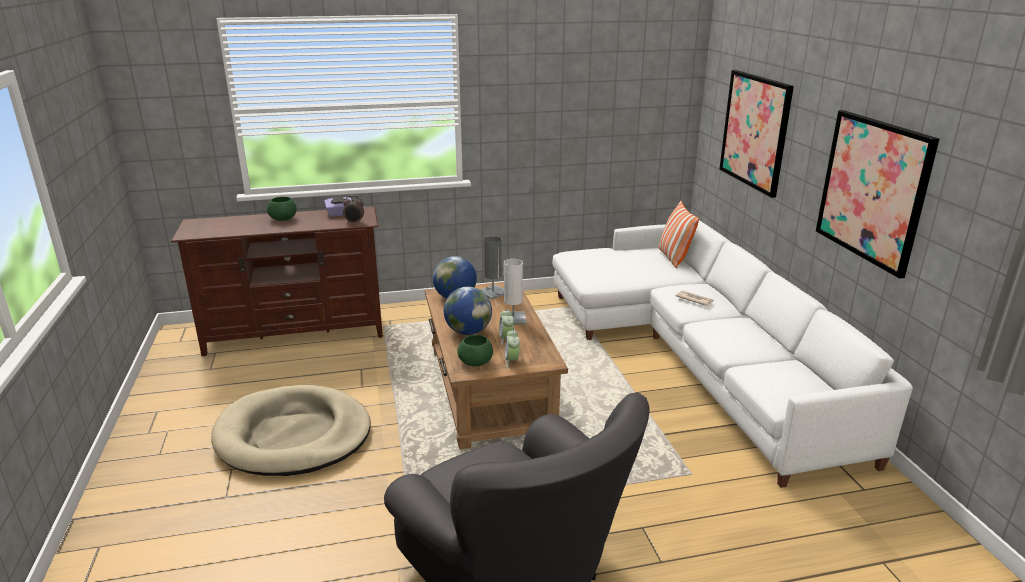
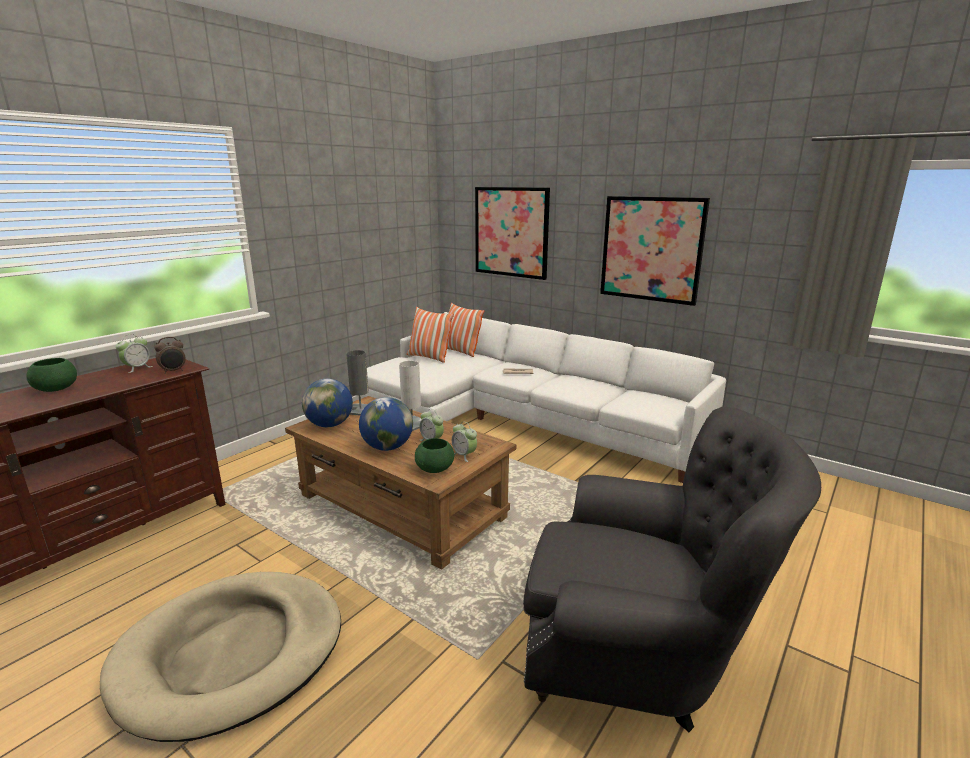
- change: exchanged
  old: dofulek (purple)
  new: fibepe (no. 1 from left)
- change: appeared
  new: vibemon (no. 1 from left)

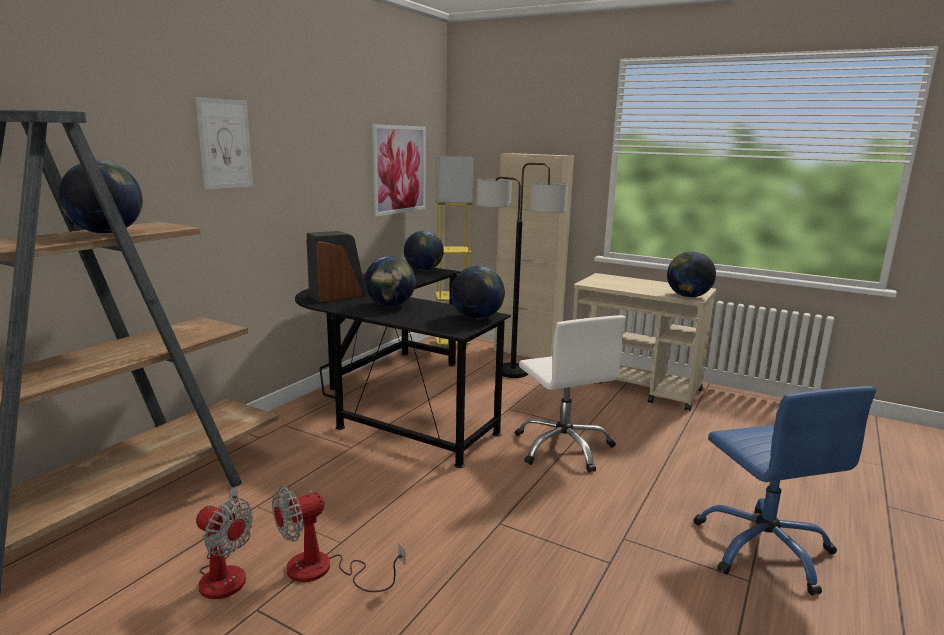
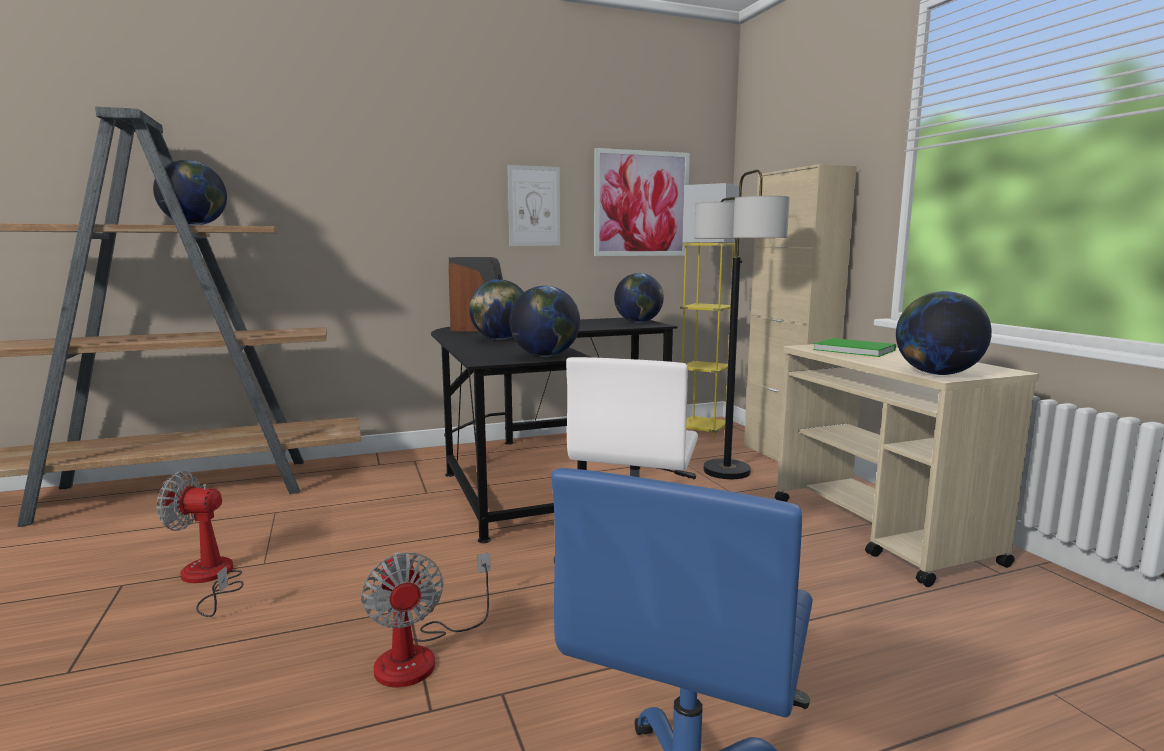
- change: relocated
  old: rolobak (no. 1 from left in the first image)
  new: rolobak (no. 2 from left)
- change: relocated
  old: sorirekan (no. 1 from left)
- change: appeared
  new: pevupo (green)

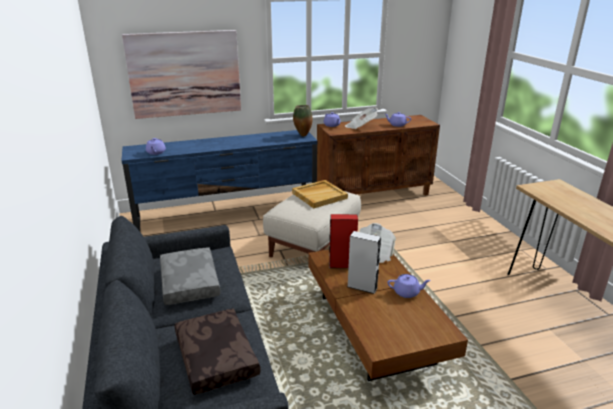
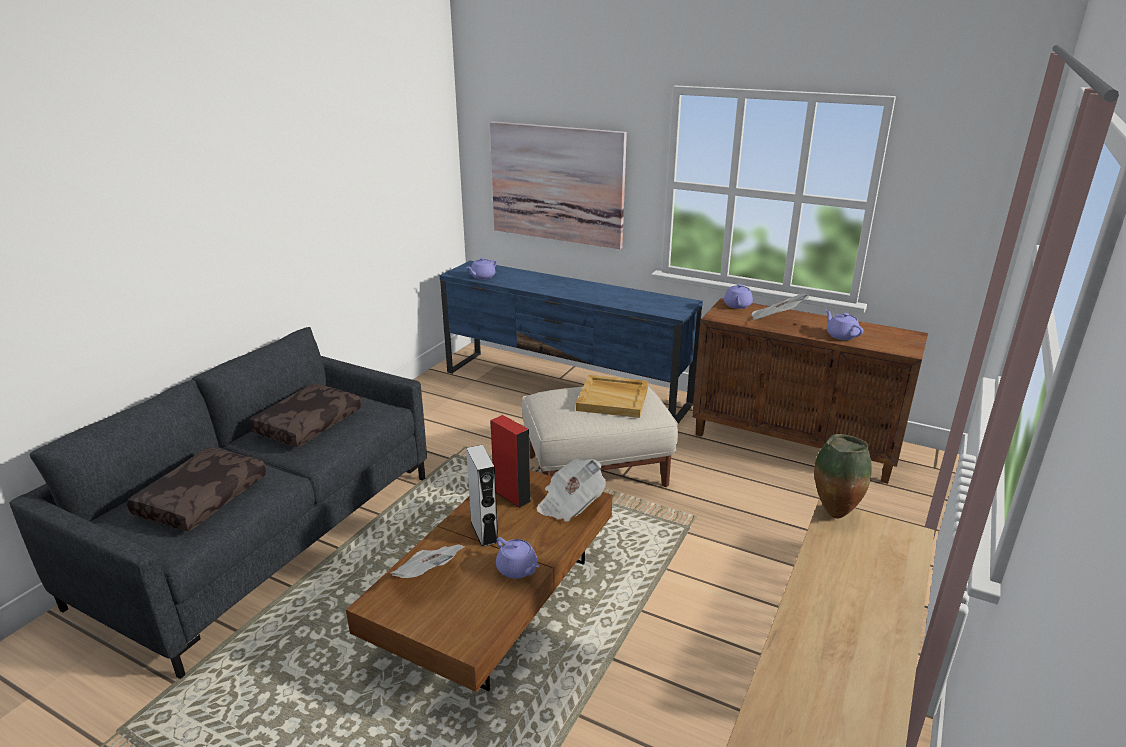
- change: colour
  old: vibemon (grey)
  new: vibemon (brown) (no. 2 from left)
- change: appeared
  new: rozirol (no. 1 from left)
- change: relocated
  old: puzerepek

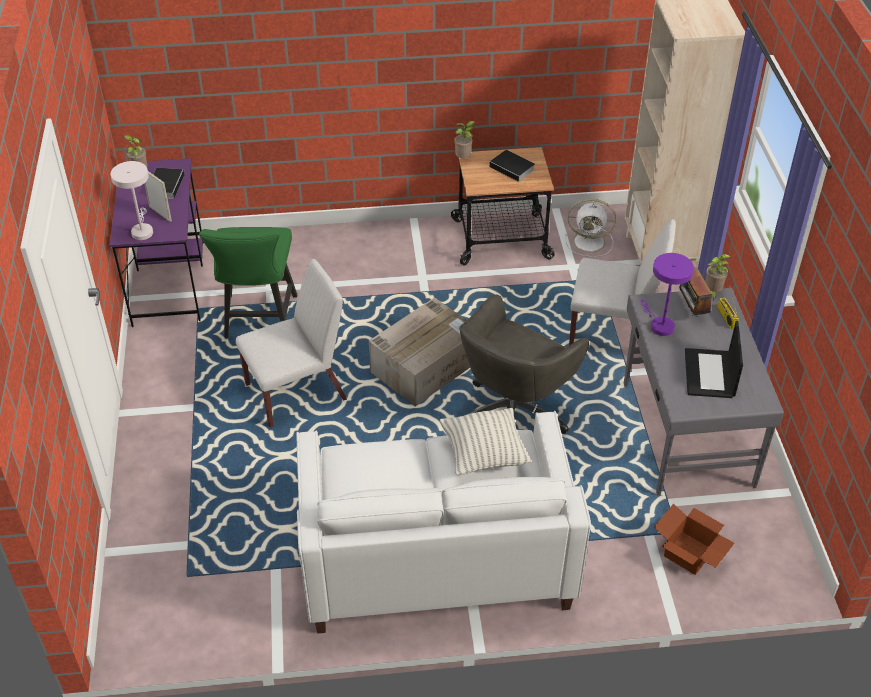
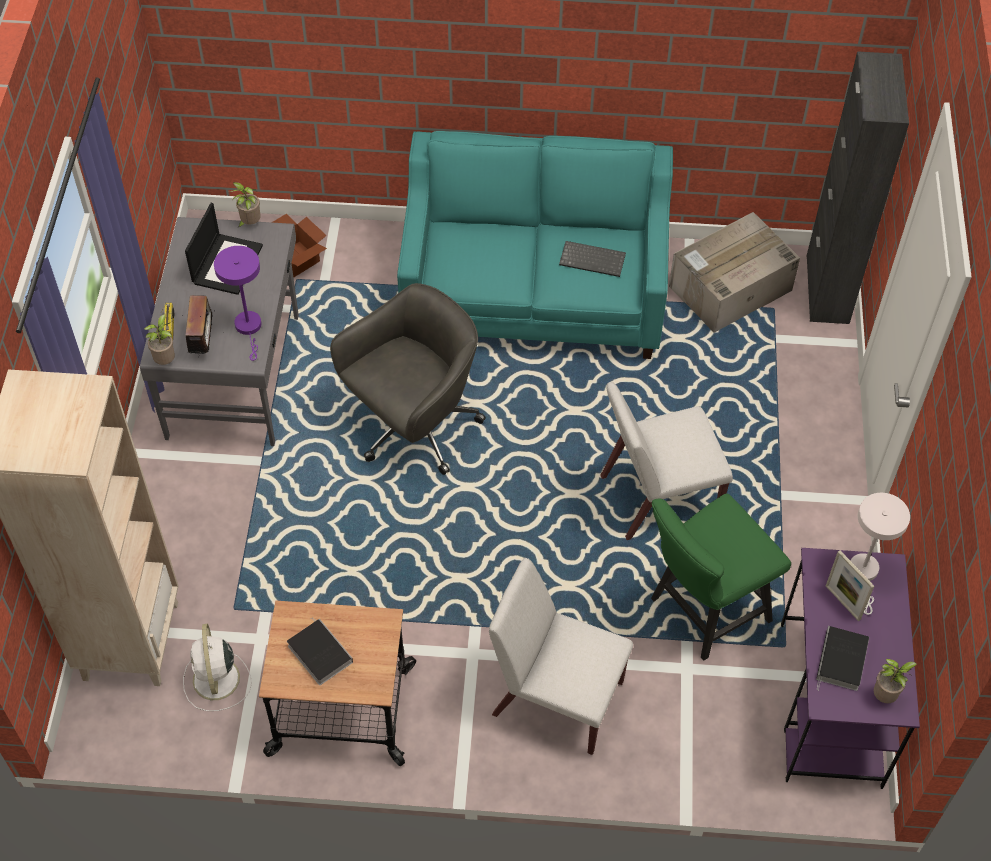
- change: spun
  old: rolobak (white)
  degrees: -120
- change: relocated
  old: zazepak (no. 2 from left)
- change: colour
  old: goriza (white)
  new: goriza (turquoise)
- change: relocated
  old: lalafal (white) (no. 2 from left in the first image)
  new: lalafal (white) (no. 1 from left)
- change: appeared
  new: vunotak
- change: spun
  old: lalafal (green)
  degrees: -135
- change: relocated
  old: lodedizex (no. 1 from left in the first image)
  new: lodedizex (no. 2 from left)
- change: appeared
  new: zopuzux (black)
- change: missing
  old: vibemon

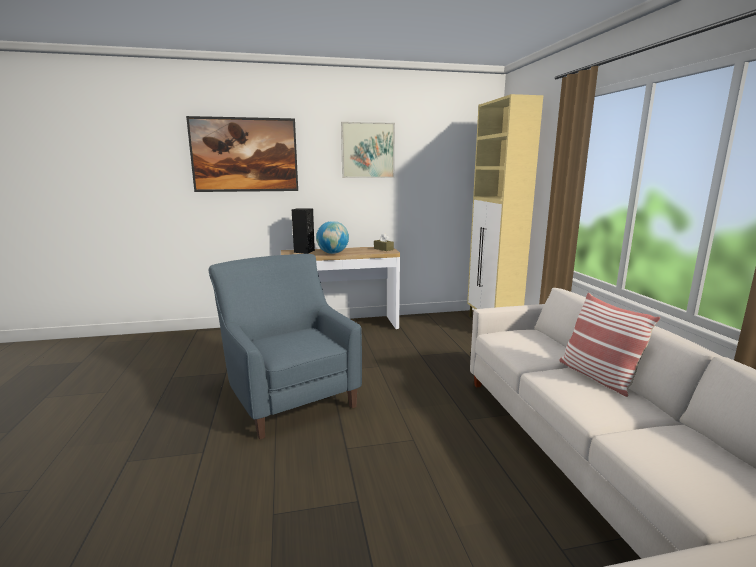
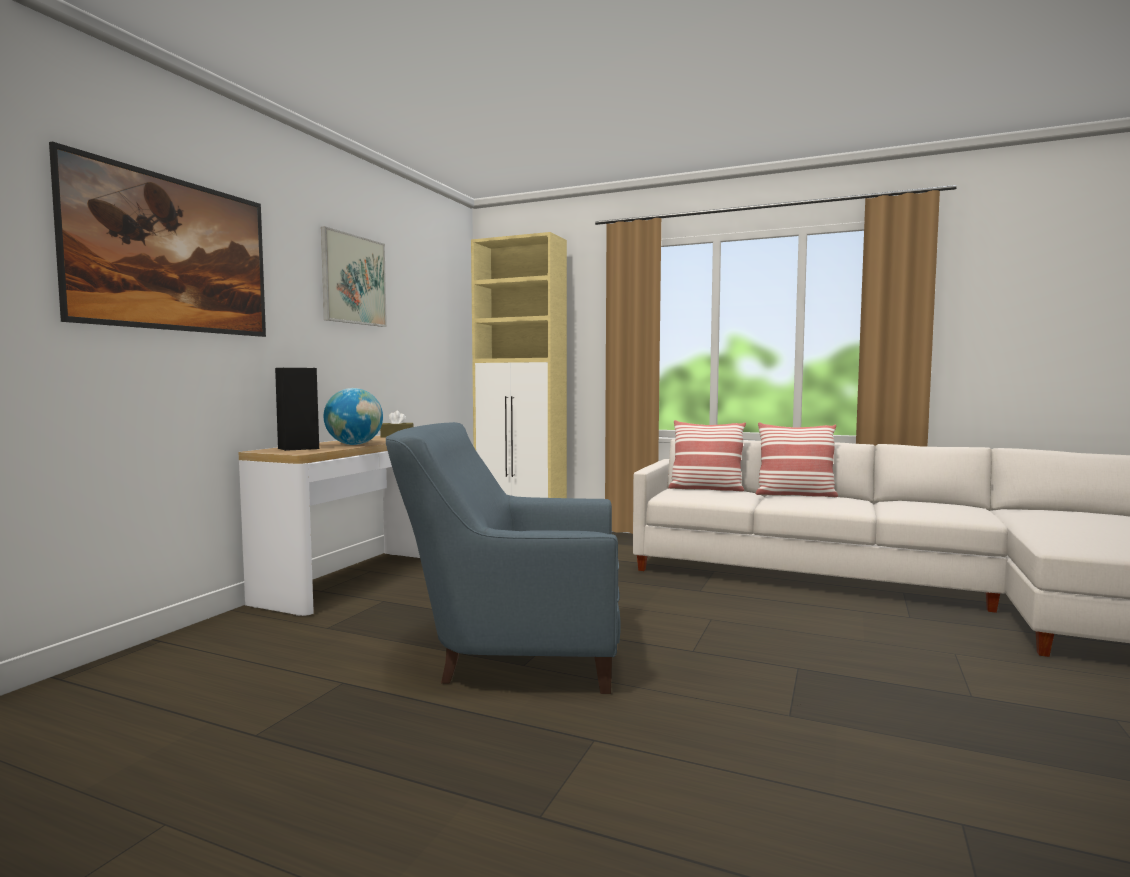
- change: appeared
  new: vibemon (no. 1 from left)

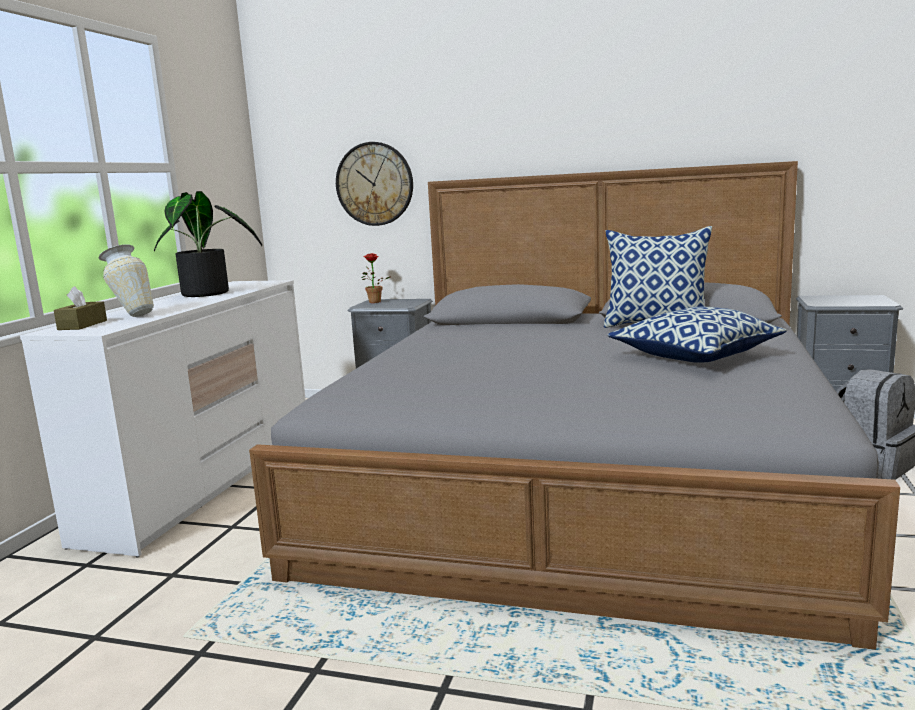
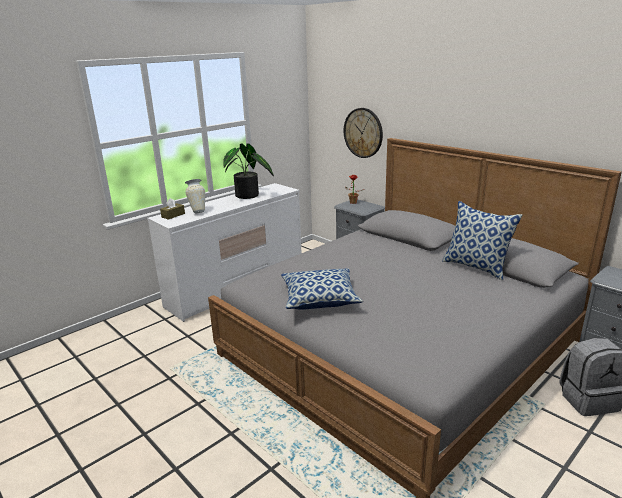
- change: relocated
  old: vibemon (no. 2 from left in the first image)
  new: vibemon (no. 1 from left)

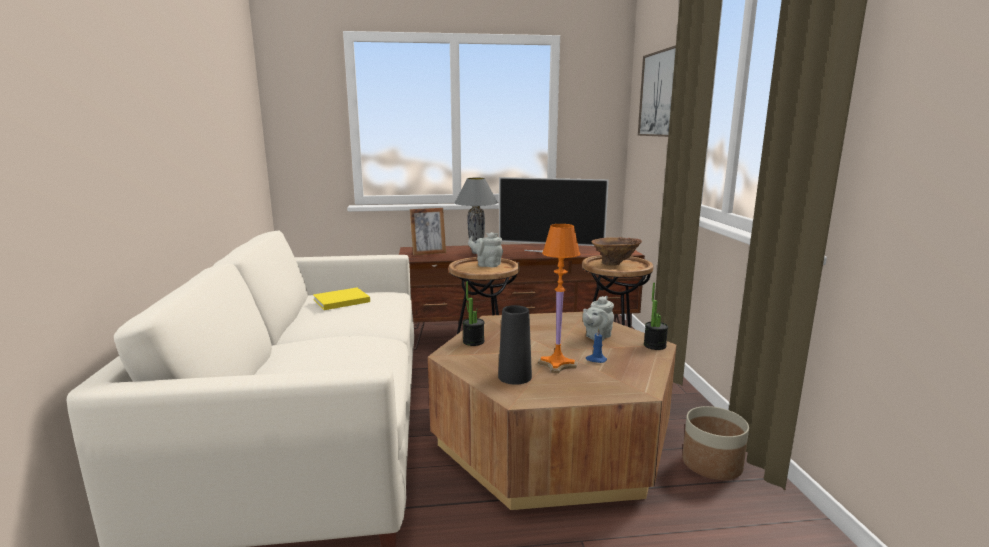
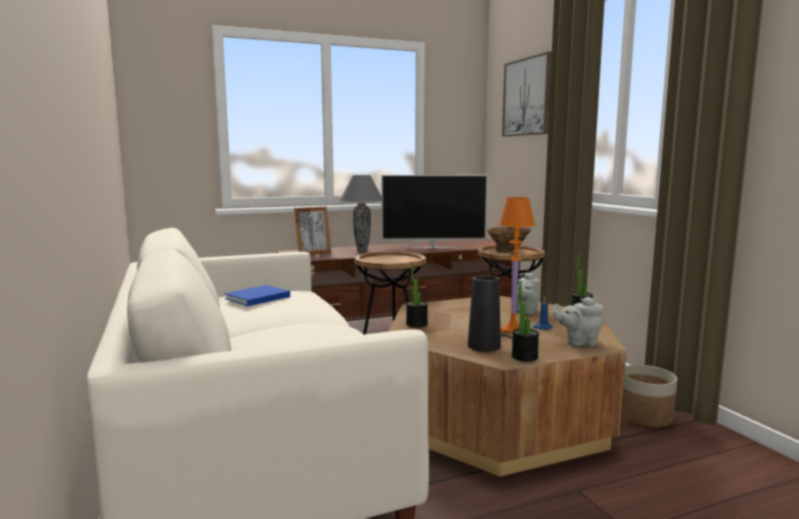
- change: colour
  old: pevupo (yellow)
  new: pevupo (blue)
- change: appeared
  new: zazepak (no. 2 from left)
- change: relocated
  old: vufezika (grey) (no. 1 from left in the first image)
  new: vufezika (grey) (no. 2 from left)

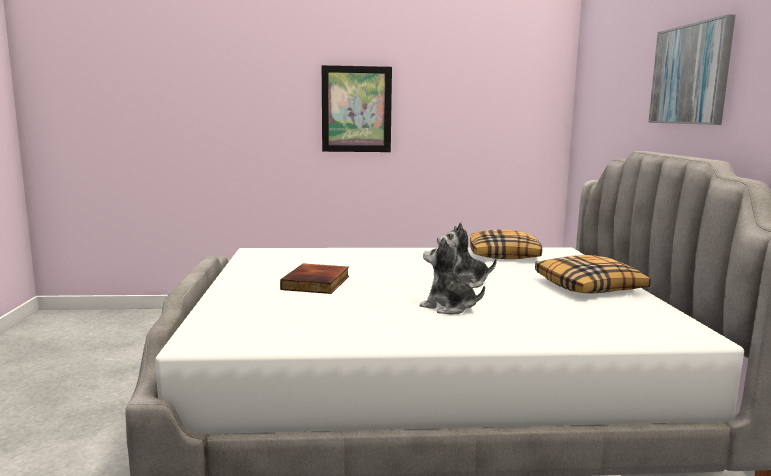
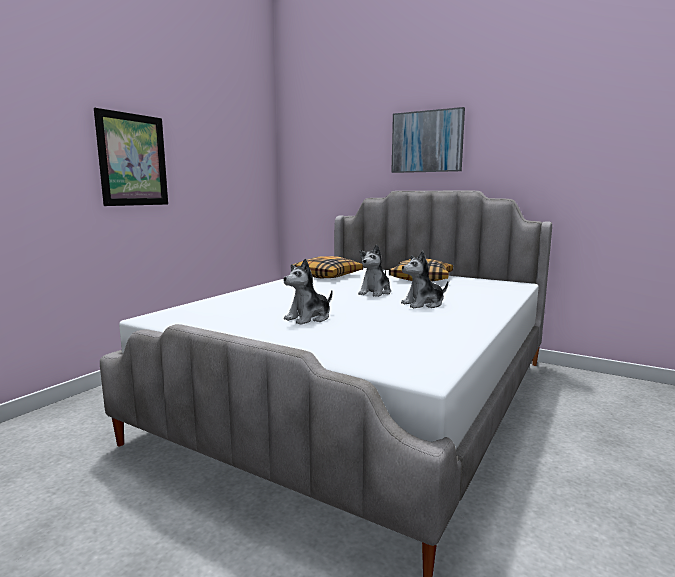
- change: exchanged
  old: pevupo
  new: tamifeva (no. 1 from left)

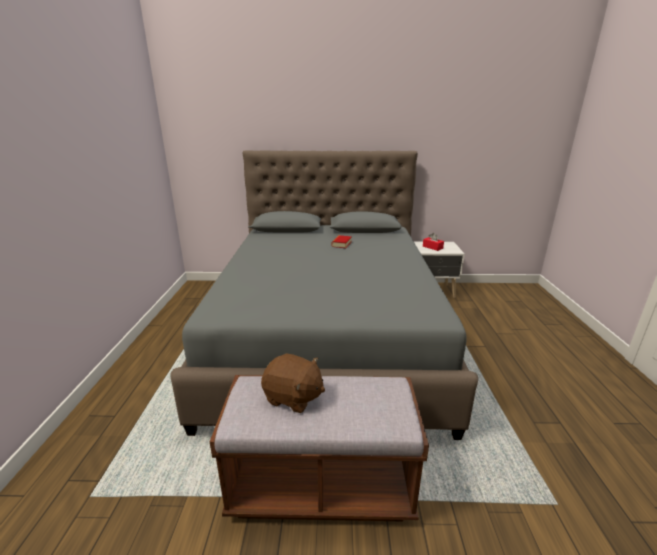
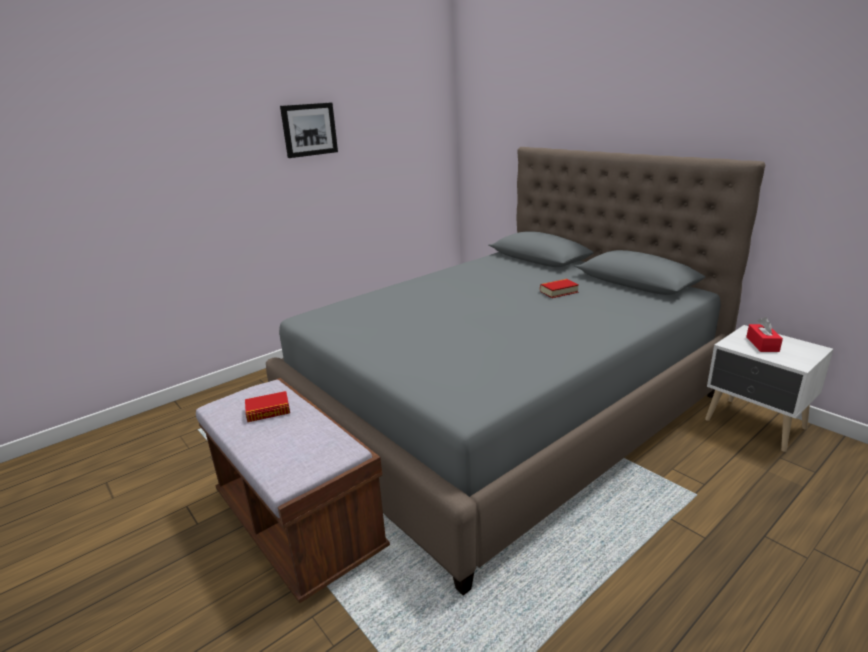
- change: exchanged
  old: tamifeva (brown)
  new: pevupo (no. 1 from left)
- change: appeared
  new: sorirekan

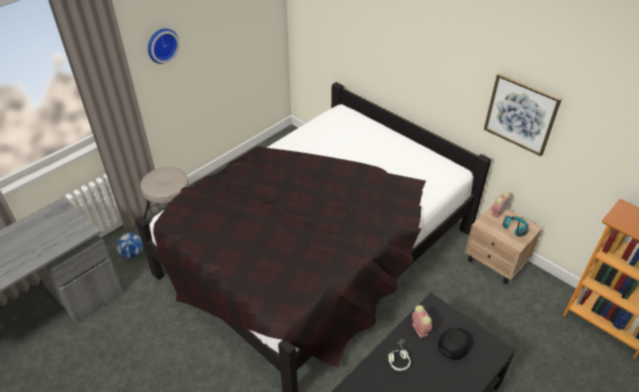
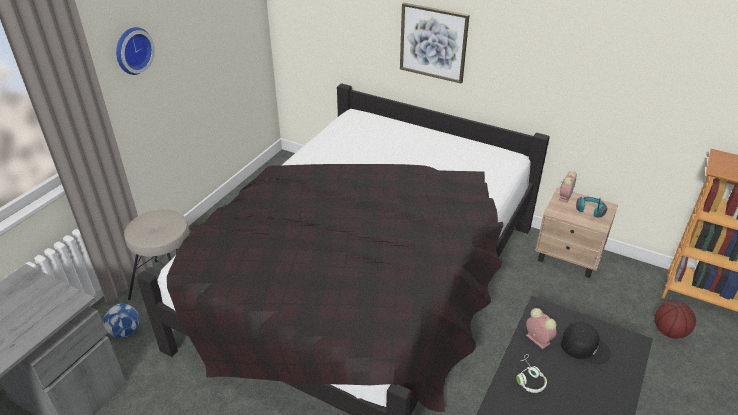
- change: relocated
  old: sorirekan
- change: spun
  old: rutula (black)
  degrees: 90
- change: appeared
  new: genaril

